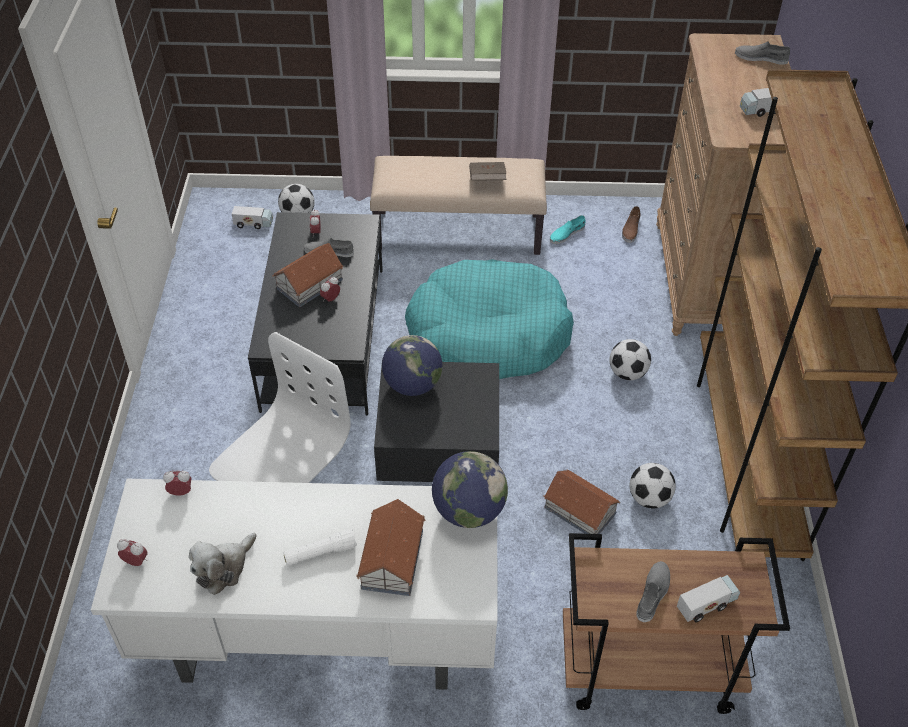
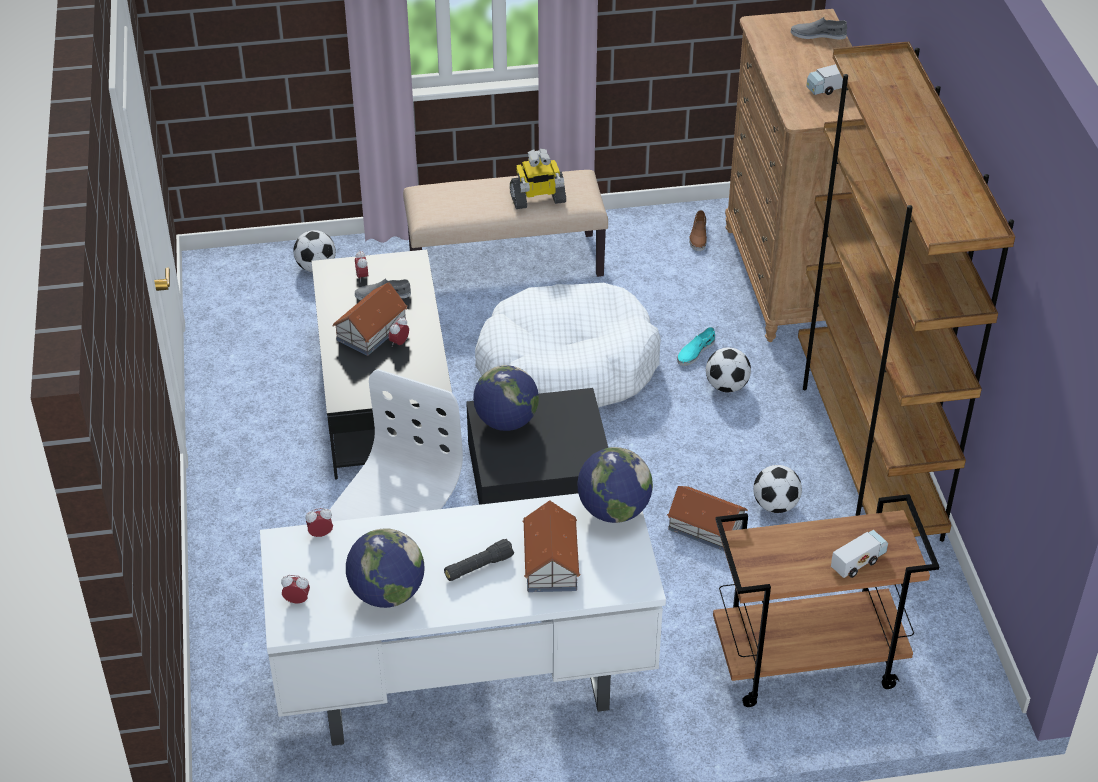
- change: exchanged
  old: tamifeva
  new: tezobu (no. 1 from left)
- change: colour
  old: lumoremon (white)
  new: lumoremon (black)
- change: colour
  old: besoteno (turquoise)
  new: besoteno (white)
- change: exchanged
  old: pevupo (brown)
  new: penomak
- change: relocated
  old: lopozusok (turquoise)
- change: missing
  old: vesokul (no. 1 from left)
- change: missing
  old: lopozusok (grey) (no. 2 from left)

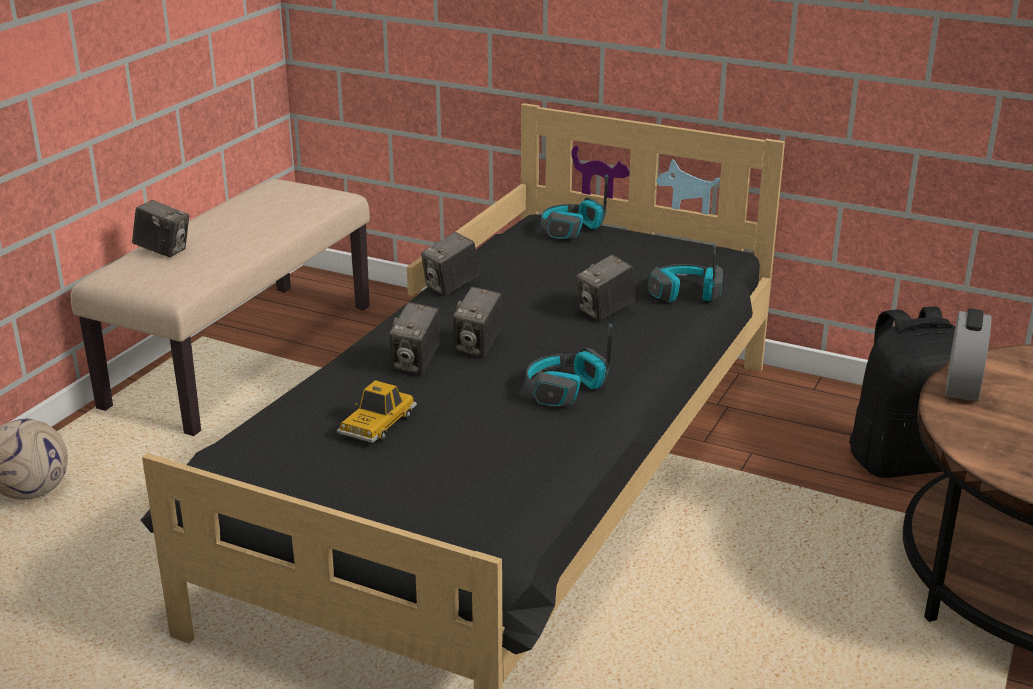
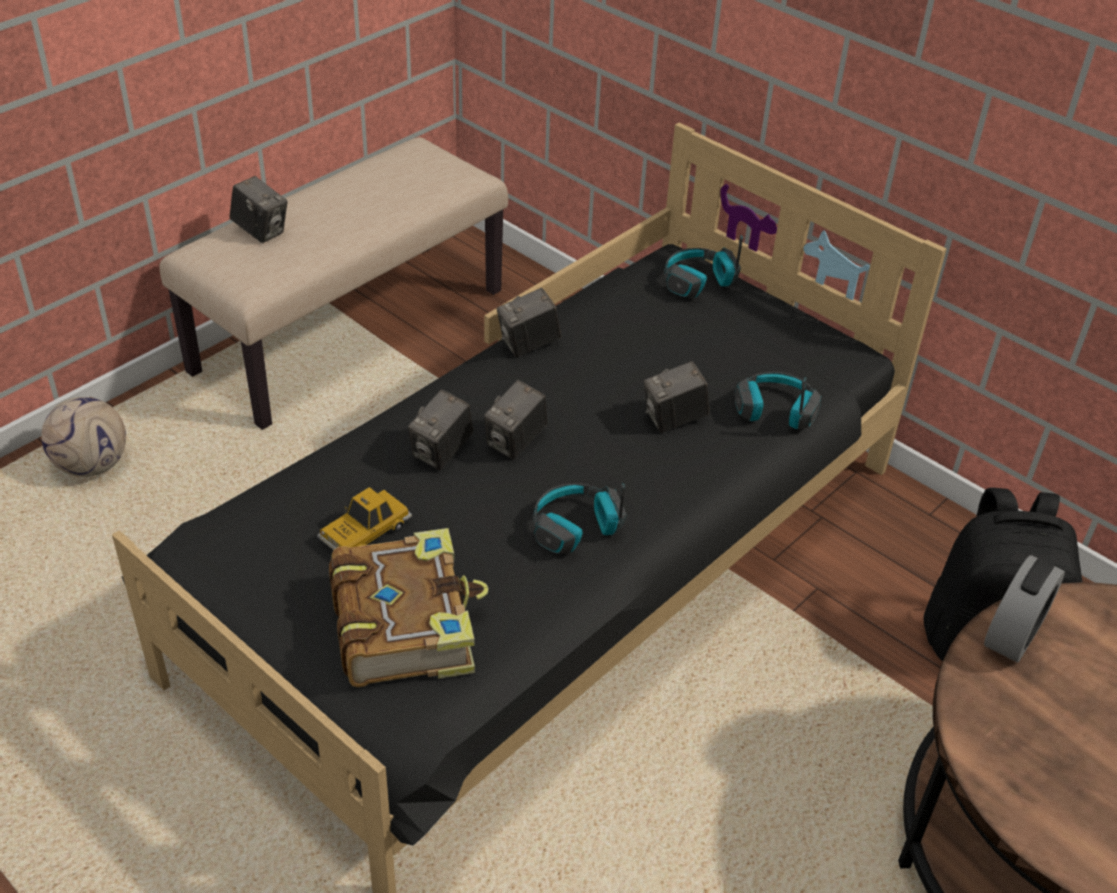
- change: appeared
  new: pevupo

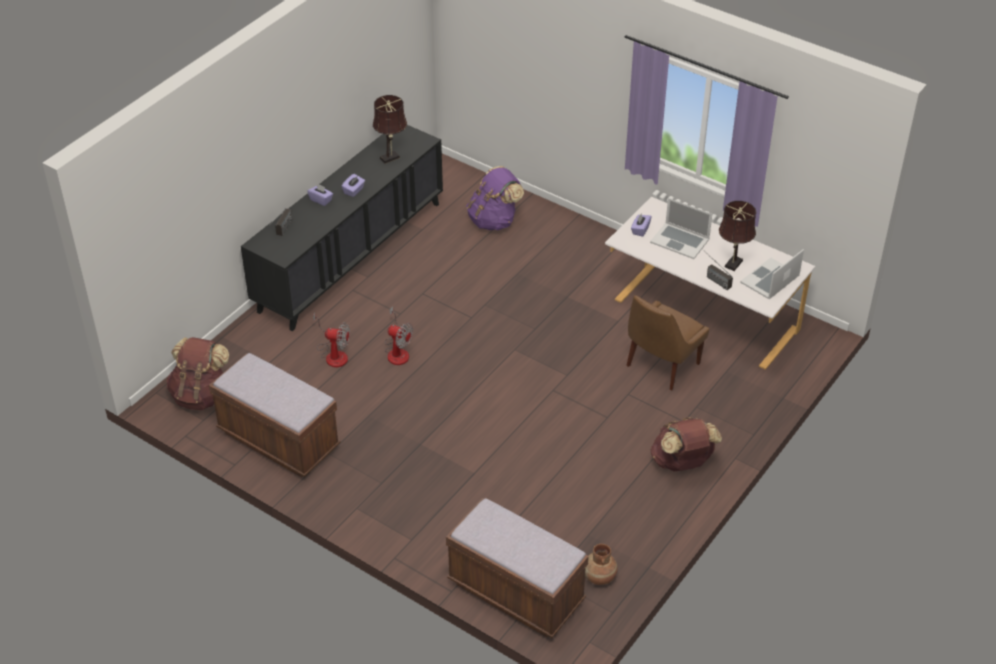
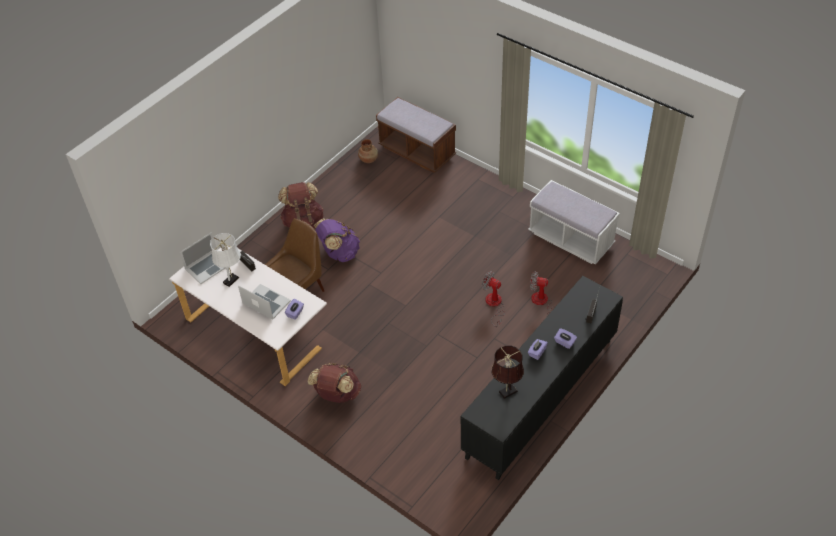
- change: colour
  old: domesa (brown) (no. 2 from left)
  new: domesa (white)
- change: relocated
  old: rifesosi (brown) (no. 1 from left in the first image)
  new: rifesosi (brown) (no. 2 from left)
- change: relocated
  old: rifesosi (purple)
- change: colour
  old: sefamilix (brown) (no. 1 from left)
  new: sefamilix (white)

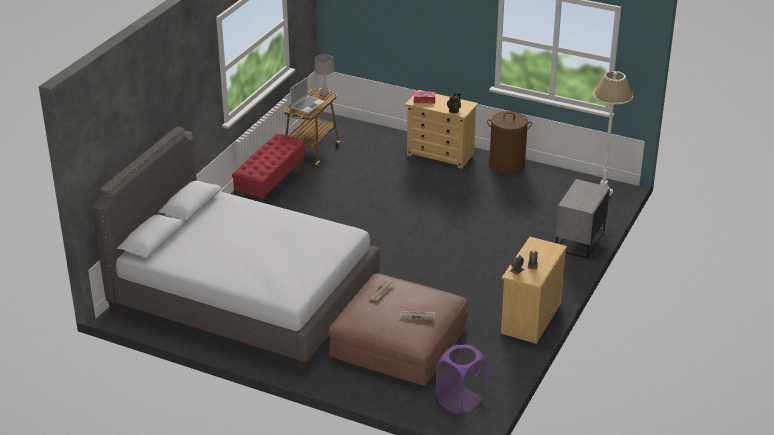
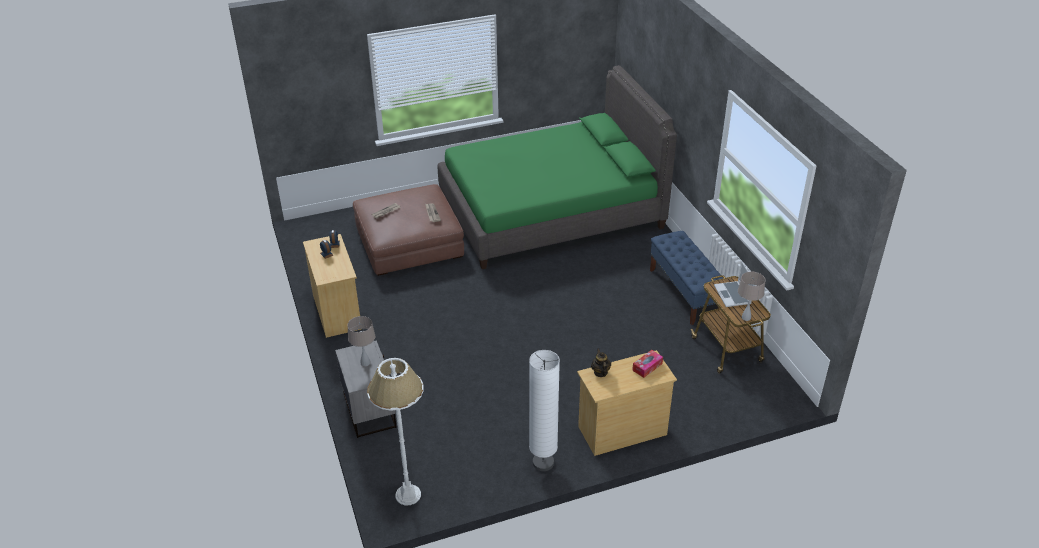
- change: appeared
  new: domesa (beige) (no. 1 from left)
- change: colour
  old: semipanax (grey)
  new: semipanax (green)
- change: exchanged
  old: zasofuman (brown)
  new: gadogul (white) (no. 2 from left)
- change: colour
  old: sefamilix (red)
  new: sefamilix (blue)
- change: missing
  old: zasofuman (purple)

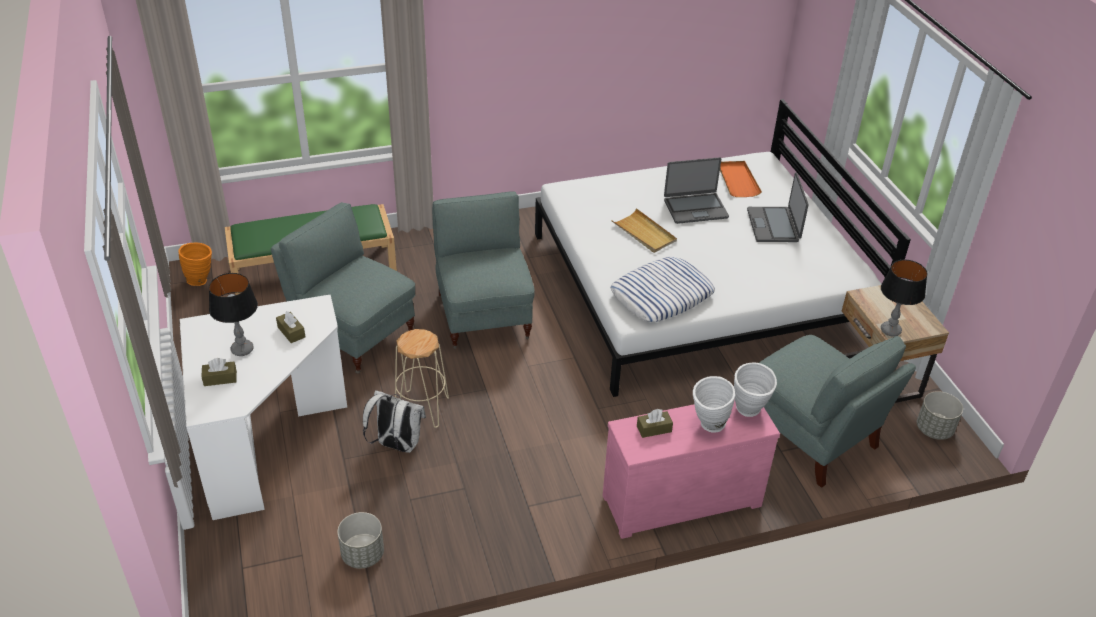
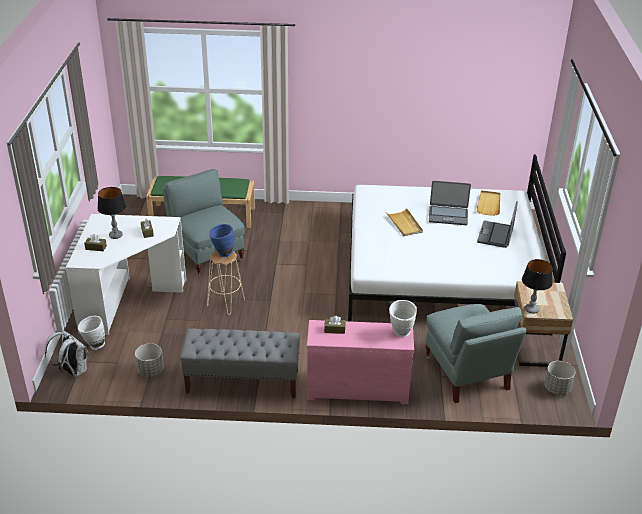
- change: relocated
  old: rifesosi (white)
- change: relocated
  old: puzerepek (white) (no. 1 from left)
- change: appeared
  new: sefamilix (grey)
- change: appeared
  new: puzerepek (blue)
- change: colour
  old: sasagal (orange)
  new: sasagal (beige) (no. 2 from left)
- change: missing
  old: puzerepek (orange)
- change: missing
  old: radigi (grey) (no. 2 from left)
- change: missing
  old: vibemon

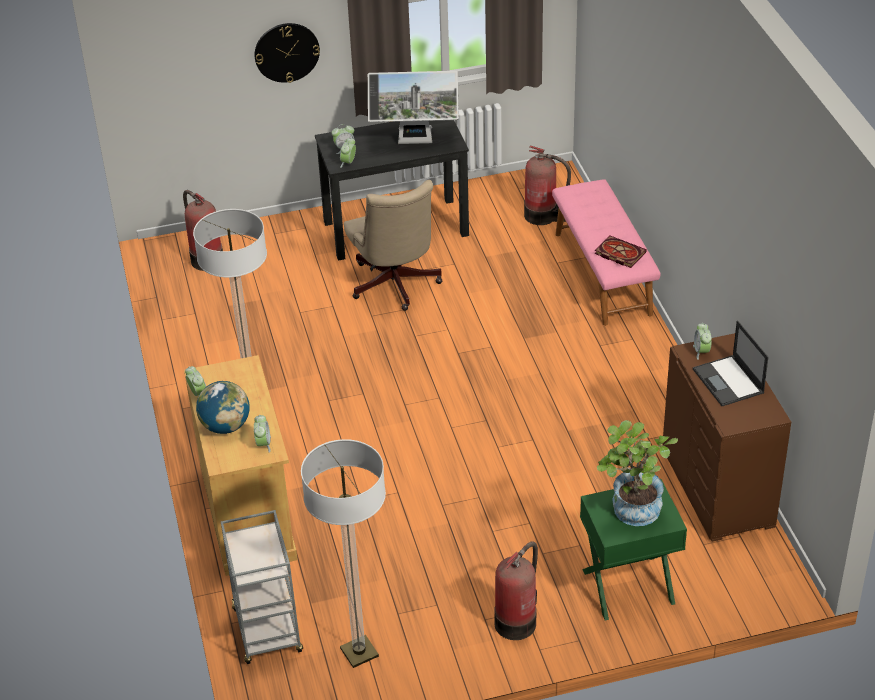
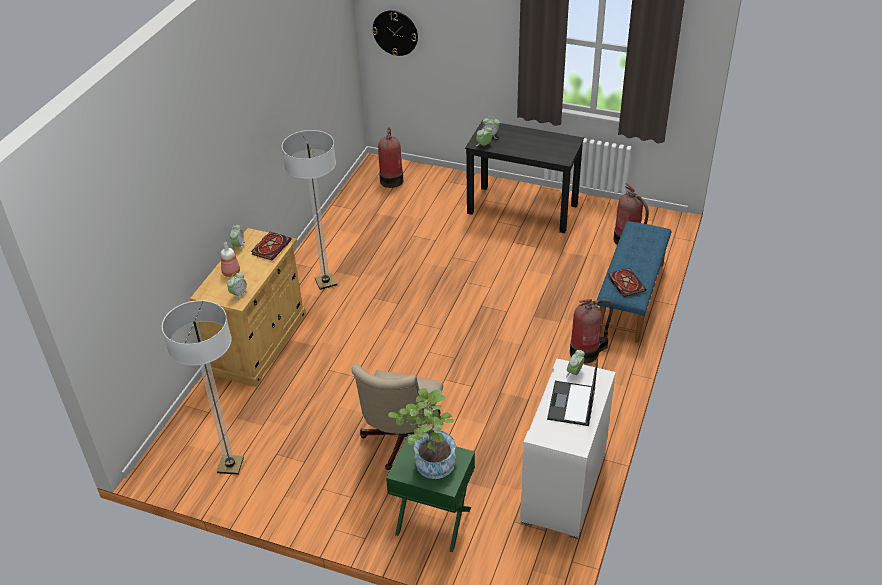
- change: exchanged
  old: tezobu
  new: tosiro
- change: appeared
  new: pevupo (no. 1 from left)
- change: relocated
  old: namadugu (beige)
- change: relocated
  old: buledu
- change: colour
  old: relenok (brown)
  new: relenok (white)
- change: relocated
  old: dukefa (no. 2 from left)
- change: colour
  old: sefamilix (pink)
  new: sefamilix (blue)
- change: missing
  old: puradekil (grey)
- change: missing
  old: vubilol

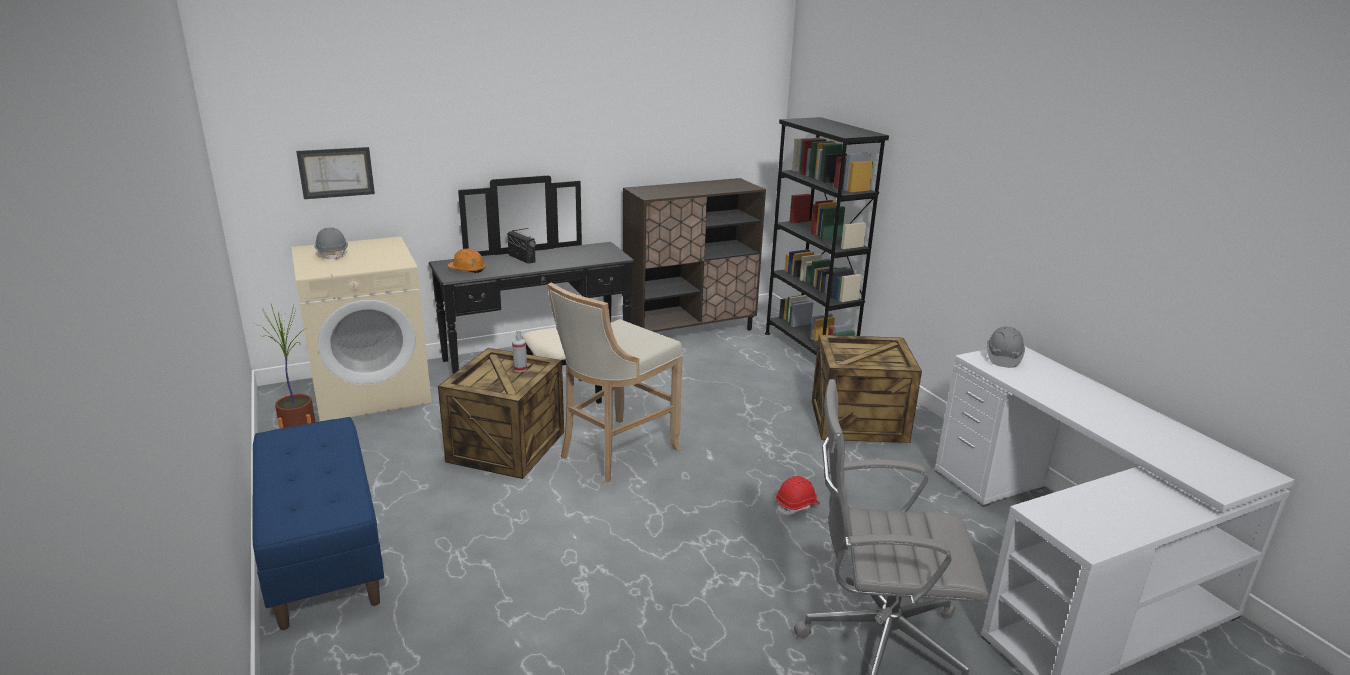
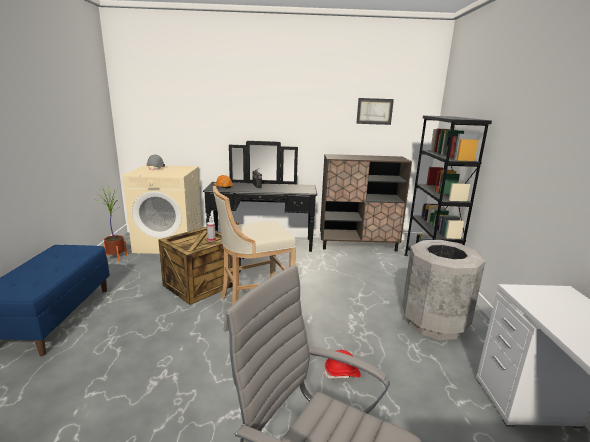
- change: relocated
  old: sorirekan
- change: exchanged
  old: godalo (no. 2 from left)
  new: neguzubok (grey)
- change: missing
  old: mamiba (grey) (no. 2 from left)

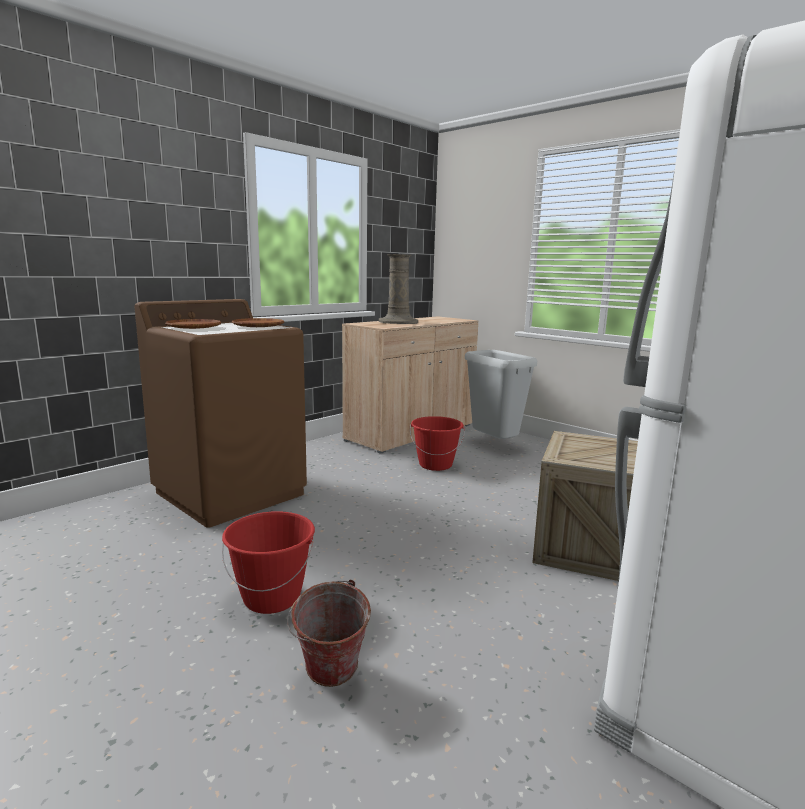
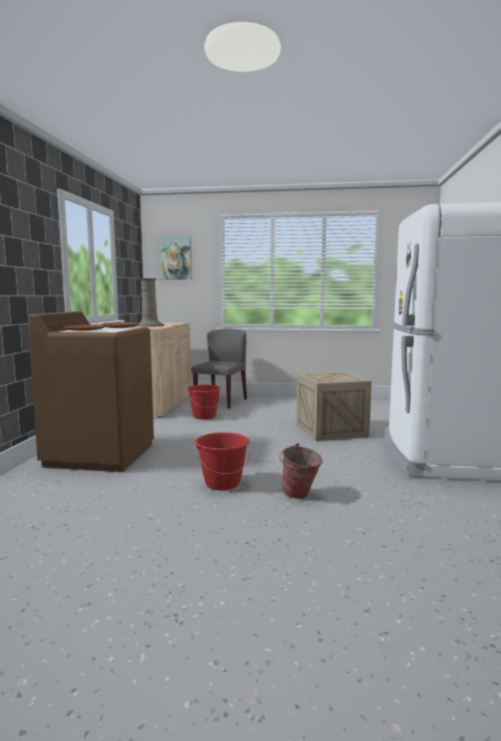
- change: appeared
  new: sorirekan
- change: exchanged
  old: neguzubok (grey)
  new: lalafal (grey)

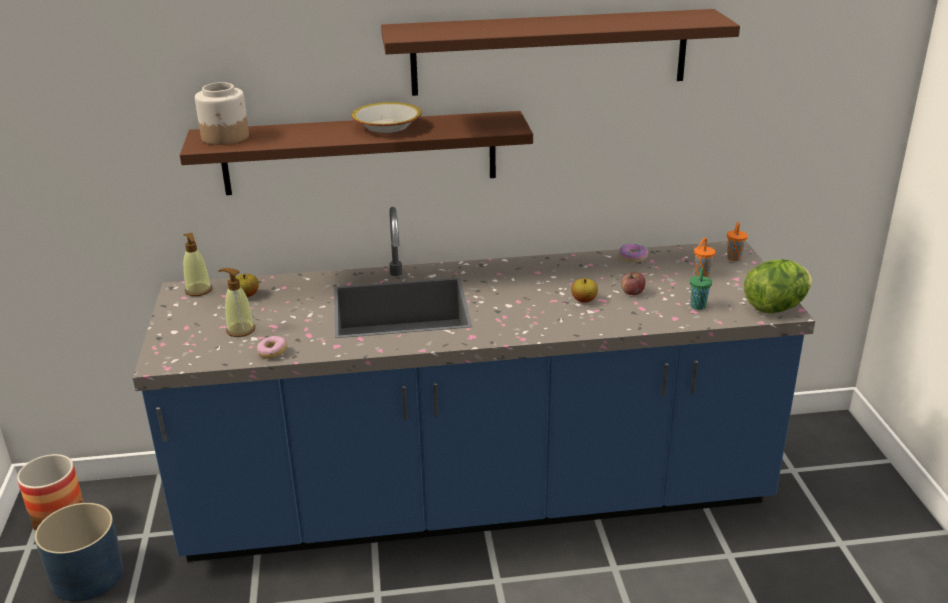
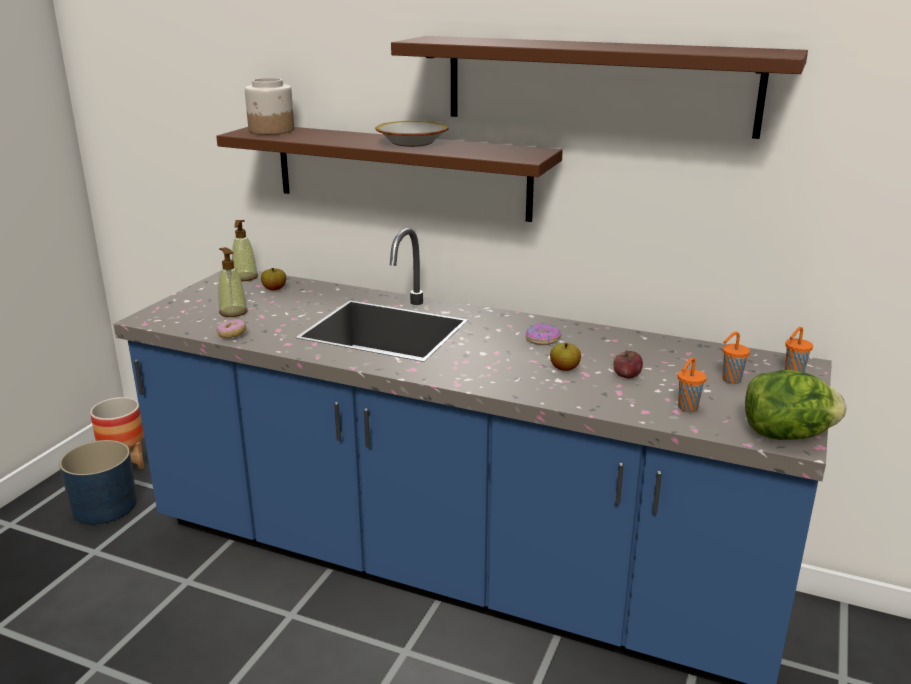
- change: relocated
  old: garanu (no. 2 from left)
- change: colour
  old: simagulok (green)
  new: simagulok (orange) (no. 1 from left)

